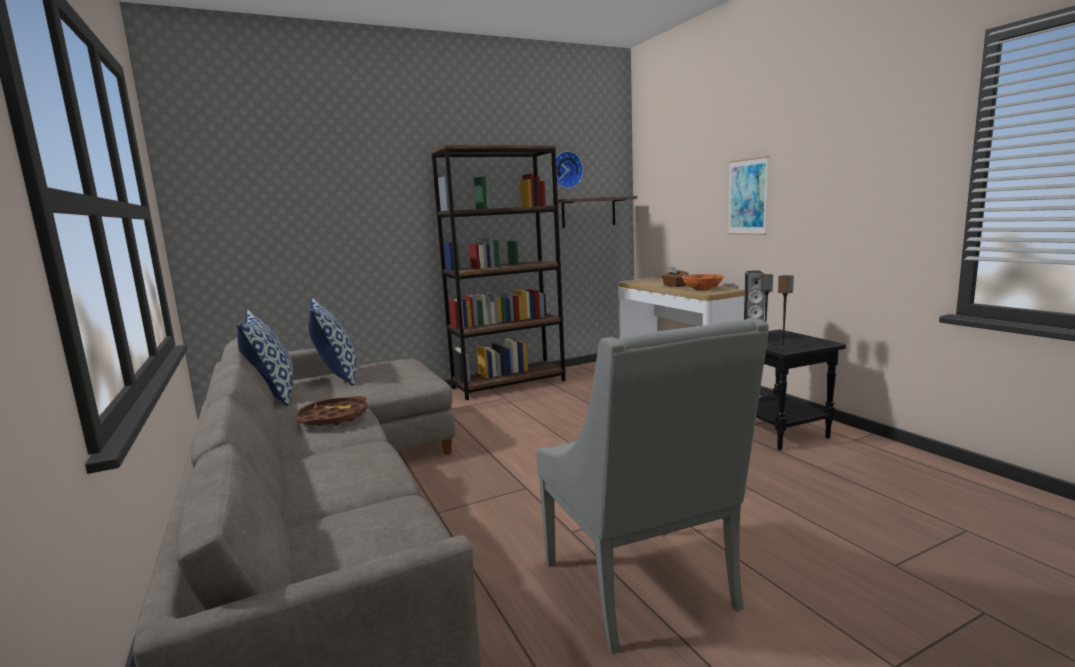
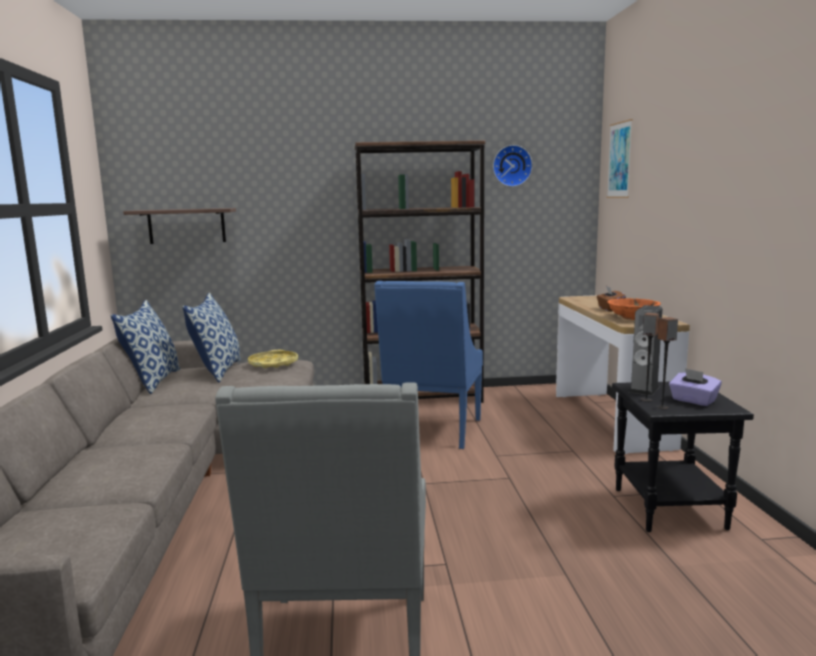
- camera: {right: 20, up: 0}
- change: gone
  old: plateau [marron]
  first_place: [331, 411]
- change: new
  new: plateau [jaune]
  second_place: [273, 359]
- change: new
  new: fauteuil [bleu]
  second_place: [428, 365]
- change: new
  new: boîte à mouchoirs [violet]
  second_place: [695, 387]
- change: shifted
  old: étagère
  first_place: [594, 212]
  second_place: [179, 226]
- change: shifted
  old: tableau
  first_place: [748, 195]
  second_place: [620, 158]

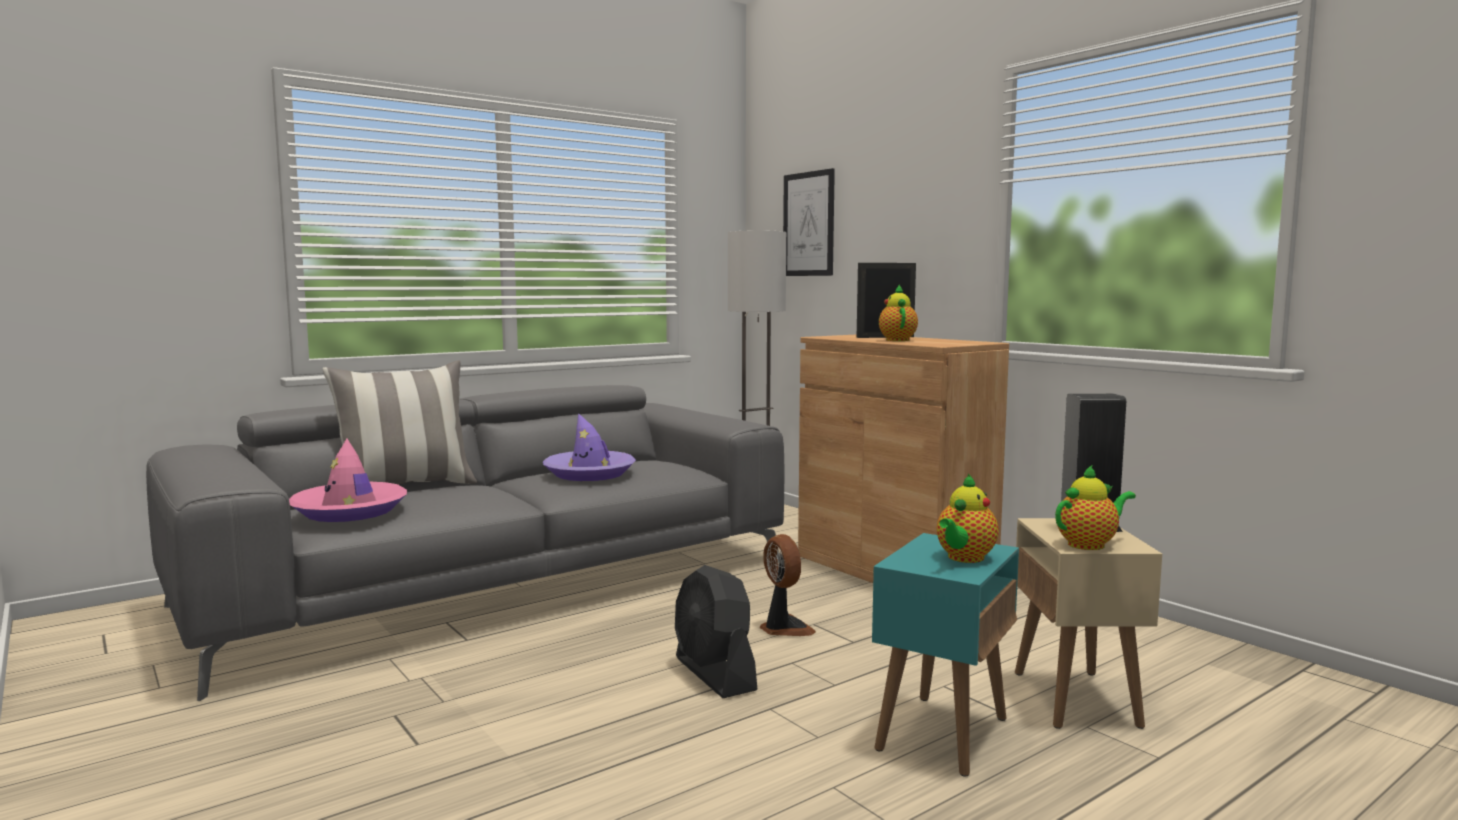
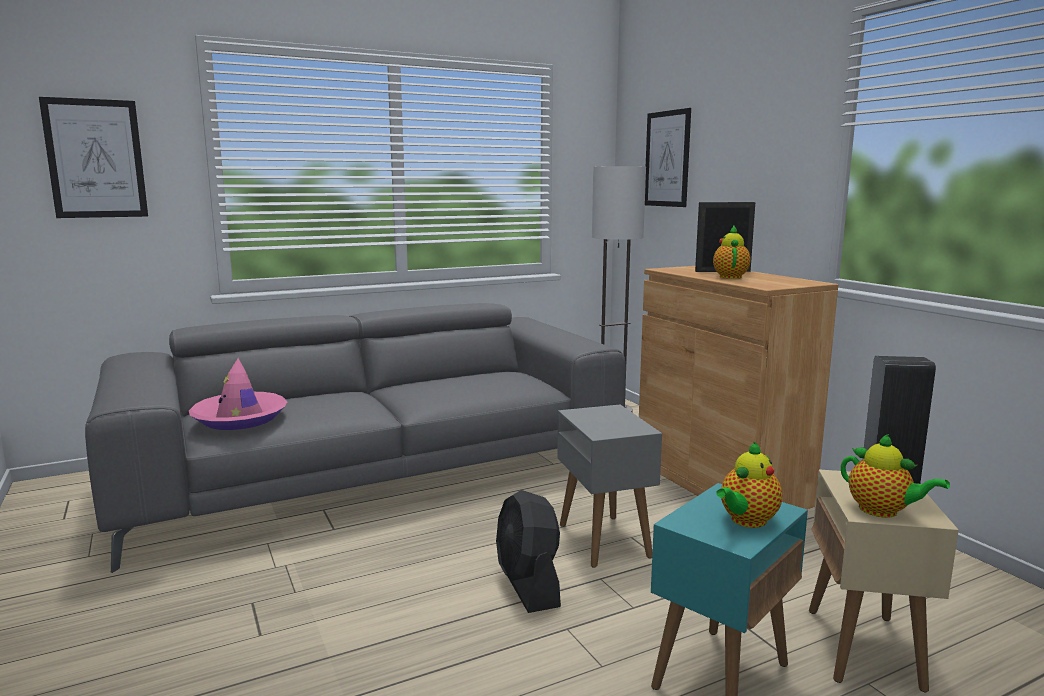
- camera: {right: 10, up: 5}
- change: gone
  old: coussin
  first_place: [400, 422]
- change: gone
  old: chapeau [violet]
  first_place: [589, 447]
- change: new
  new: tableau
  second_place: [93, 157]
- change: swapped
  old: ventilateur
  new: table d'appoint [gris]
  first_place: [788, 585]
  second_place: [609, 486]
- change: rotated
  old: théière
  first_place: [1095, 507]
  second_place: [895, 476]
  degrees: 60

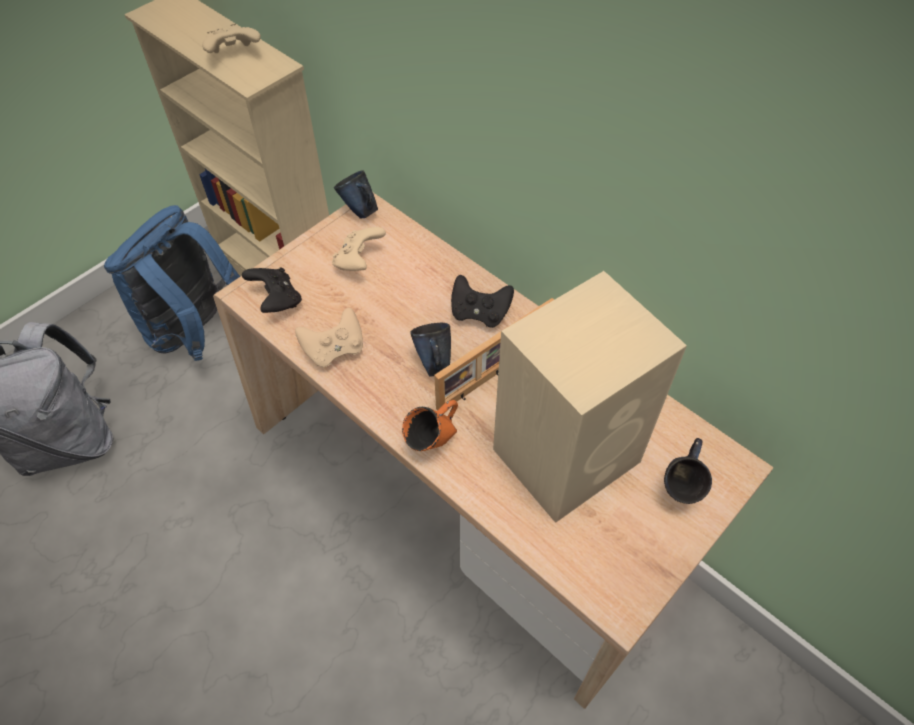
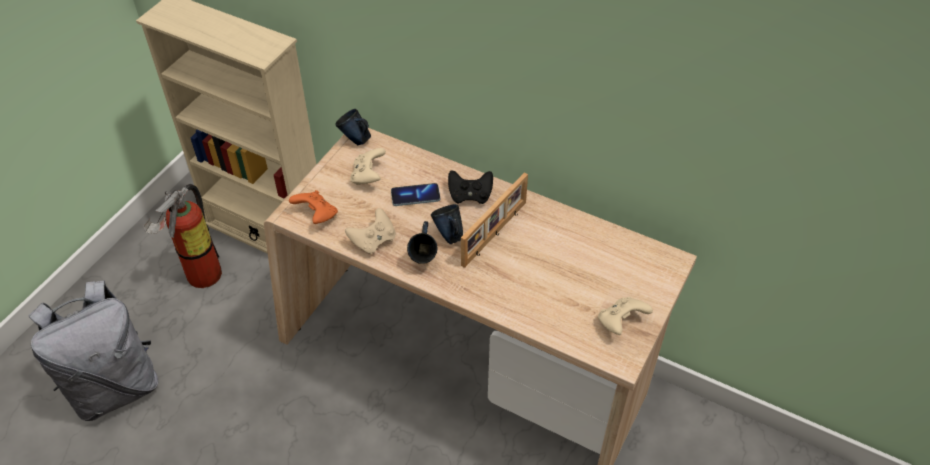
- camera: {right: -15, up: -5}
- change: gone
  old: mug [orange]
  first_place: [430, 425]
- change: gone
  old: enceinte [beige]
  first_place: [590, 397]
- change: new
  new: téléphone
  second_place: [415, 194]
- change: shifted
  old: manette [beige]
  first_place: [231, 38]
  second_place: [625, 316]
- change: shifted
  old: mug [bleu]
  first_place: [688, 471]
  second_place: [422, 242]
- change: swapped
  old: sac à dos [bleu]
  new: extincteur
  first_place: [172, 283]
  second_place: [182, 236]
- change: repainted
  old: manette [noir]
  new: manette [orange]
  first_place: [272, 290]
  second_place: [313, 207]

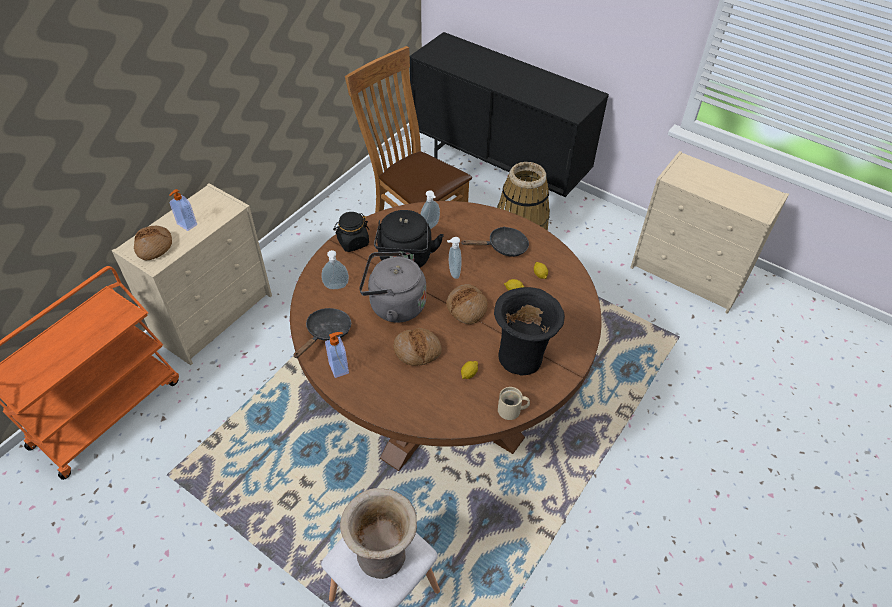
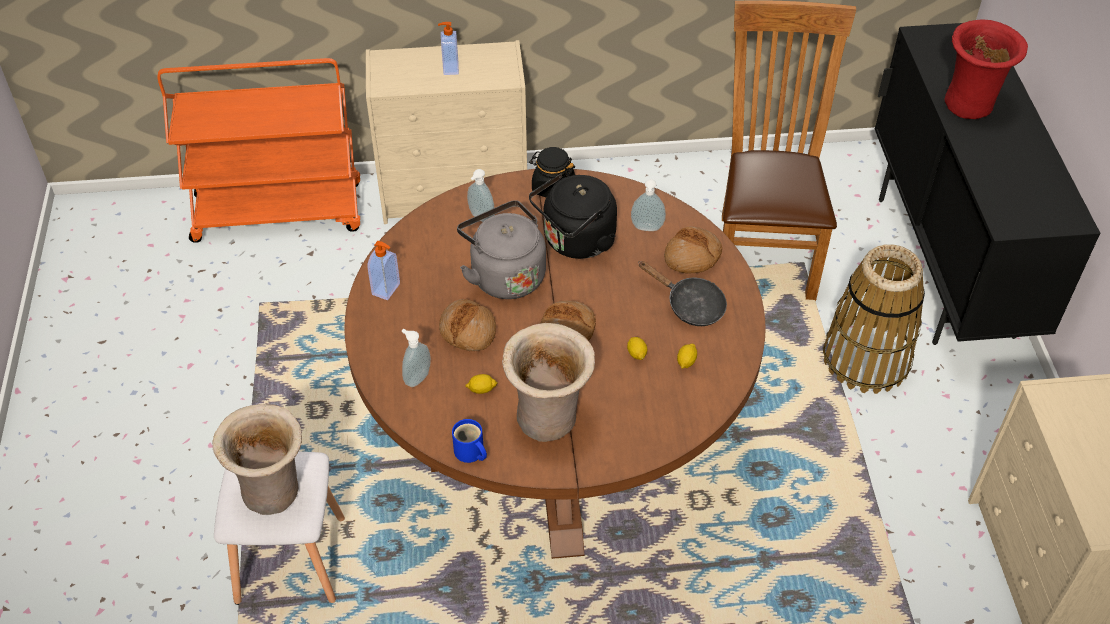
- camera: {right: 50, up: 0}
- change: gone
  old: poêle [noir]
  first_place: [322, 333]
- change: new
  new: vase [rouge]
  second_place: [986, 69]
- change: shifted
  old: pain
  first_place: [153, 243]
  second_place: [693, 250]
- change: shifted
  old: distributeur de savon
  first_place: [454, 258]
  second_place: [416, 358]
- change: repainted
  old: vase [noir]
  new: vase [beige]
  first_place: [529, 331]
  second_place: [548, 382]
- change: repainted
  old: mug [beige]
  new: mug [bleu]
  first_place: [514, 403]
  second_place: [469, 441]

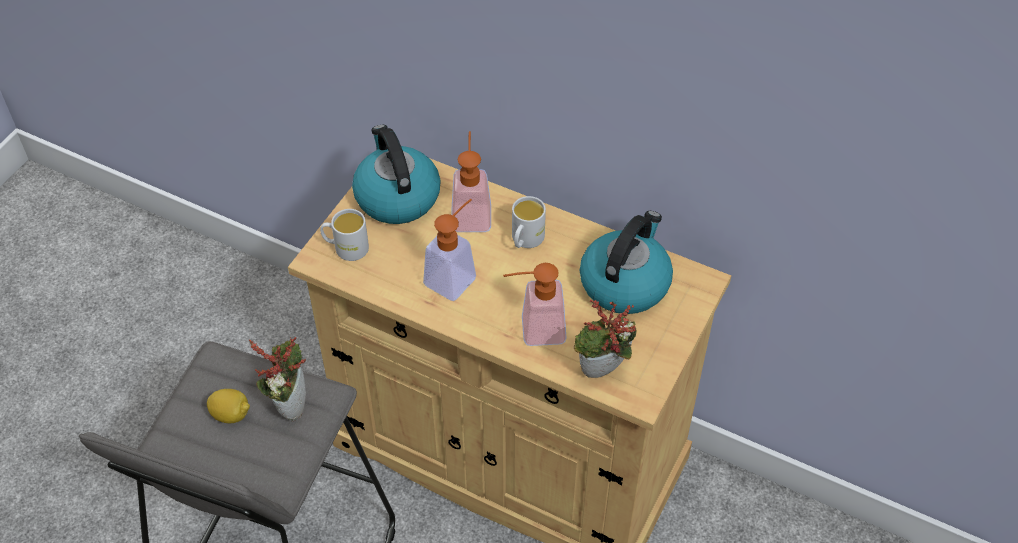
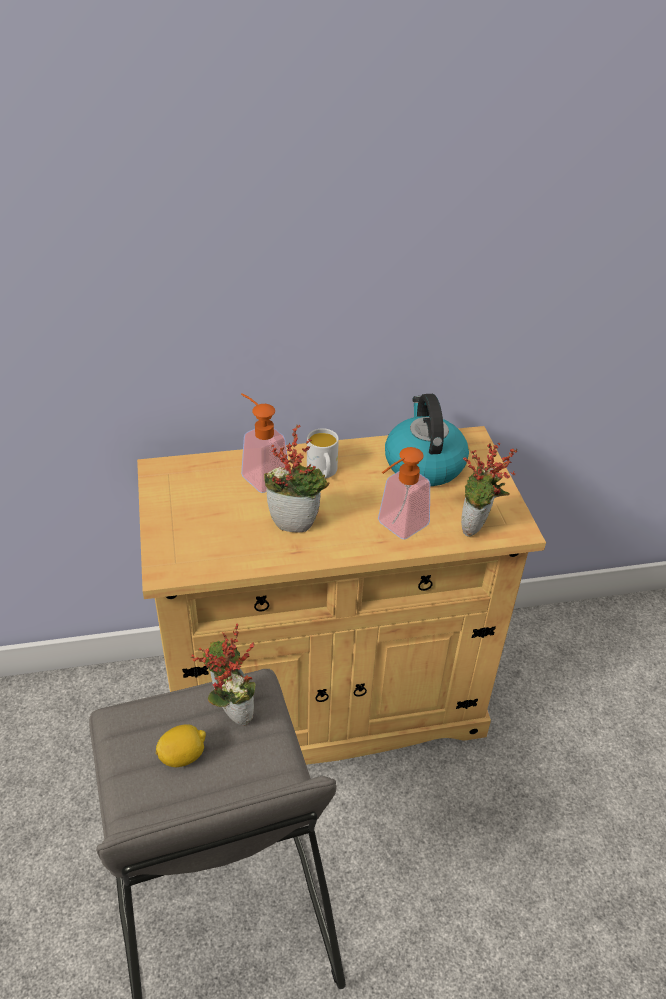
- camera: {right: -40, up: -10}
- change: gone
  old: mug [blanc]
  first_place: [344, 235]
- change: gone
  old: bouilloire
  first_place: [396, 174]
- change: swapped
  old: distributeur de savon
  new: plante en pot
  first_place: [449, 250]
  second_place: [296, 479]

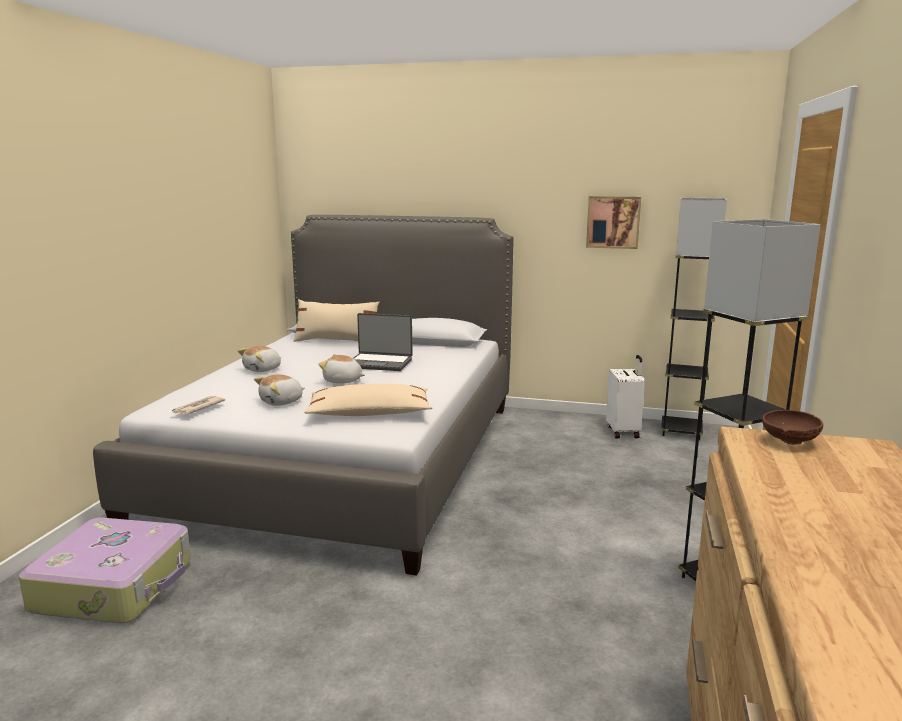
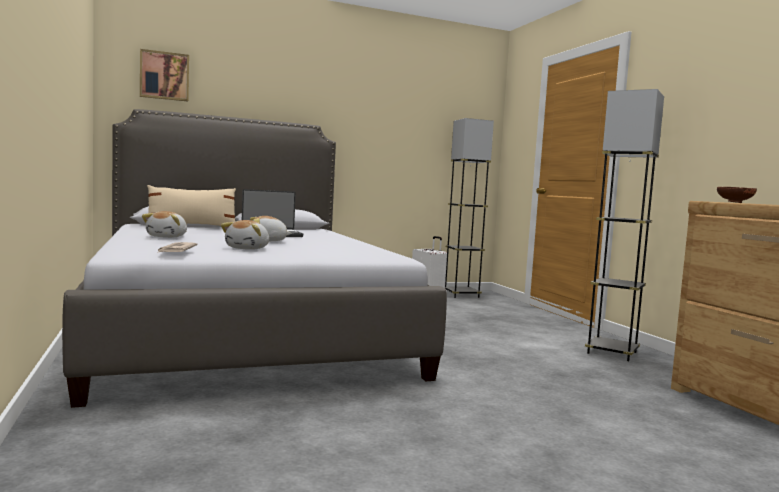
- camera: {right: -35, up: -10}
- change: gone
  old: valise
  first_place: [105, 570]
- change: gone
  old: coussin [beige]
  first_place: [368, 400]
- change: shifted
  old: tableau
  first_place: [613, 222]
  second_place: [164, 75]

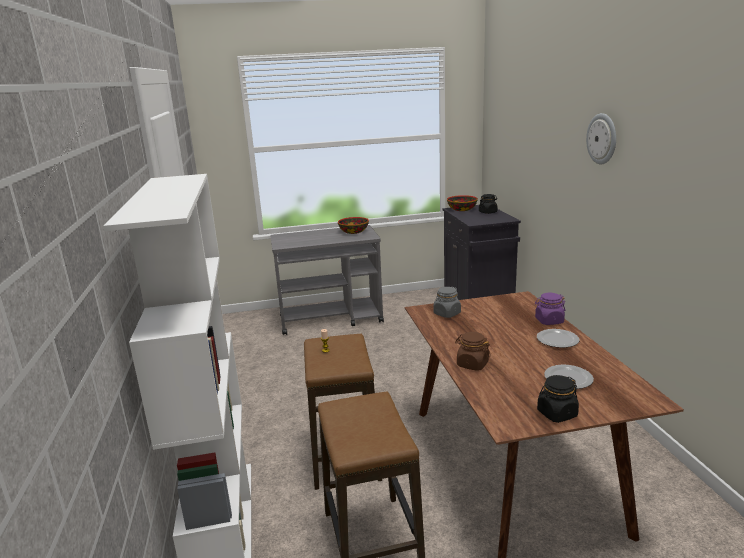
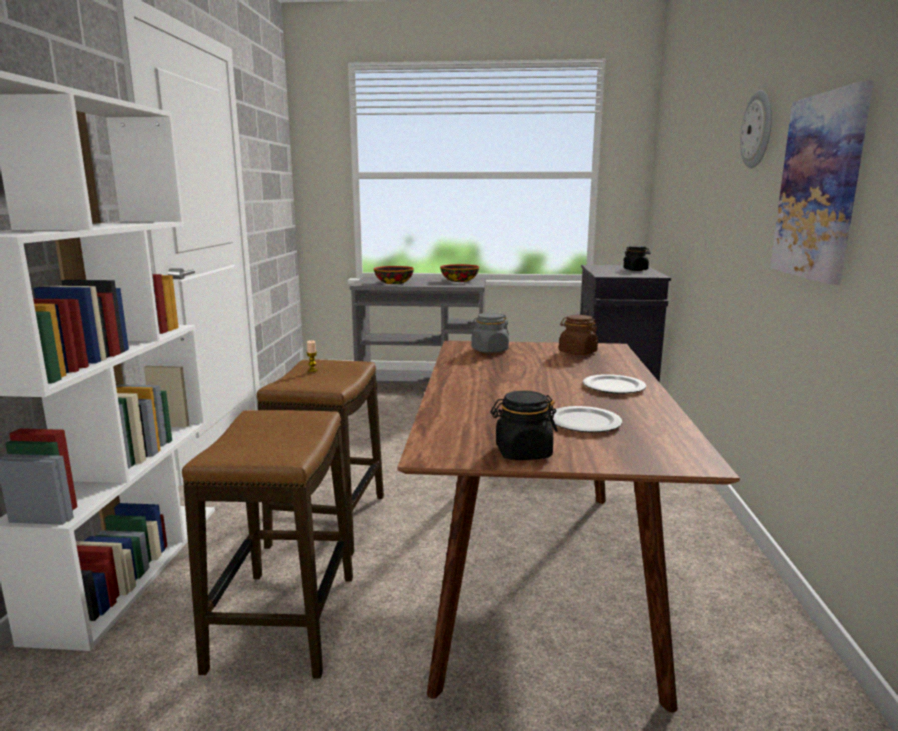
- camera: {right: 15, up: -5}
- change: gone
  old: bocal [violet]
  first_place: [550, 309]
- change: new
  new: tableau
  second_place: [822, 183]
- change: shifted
  old: bol
  first_place: [462, 203]
  second_place: [394, 275]
- change: shifted
  old: bocal [marron]
  first_place: [473, 351]
  second_place: [578, 335]

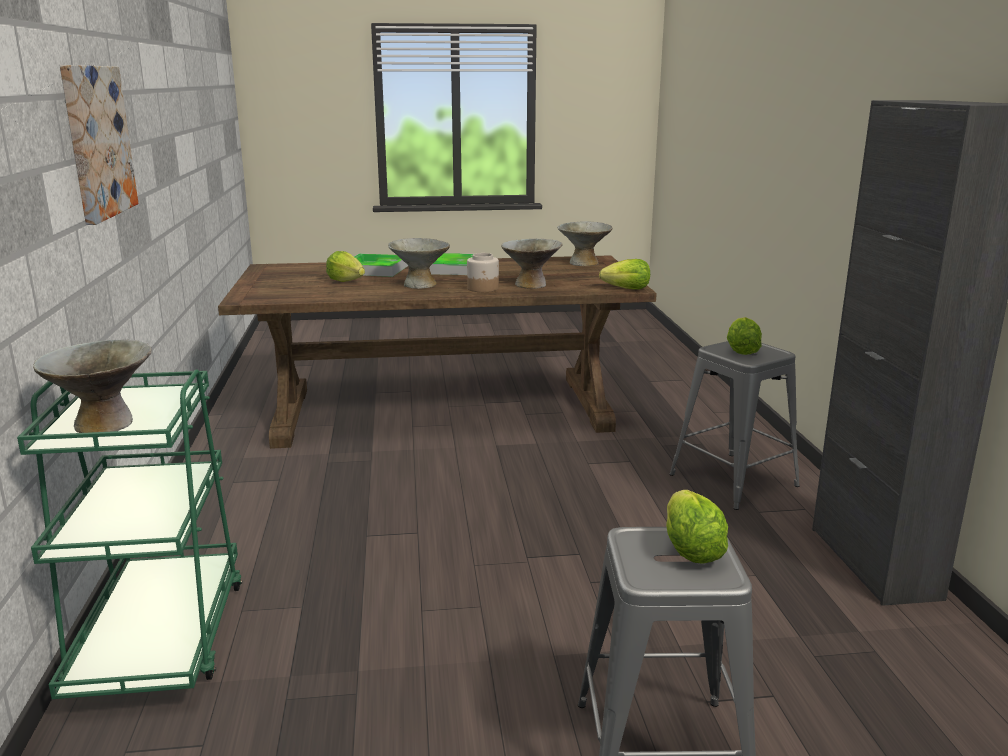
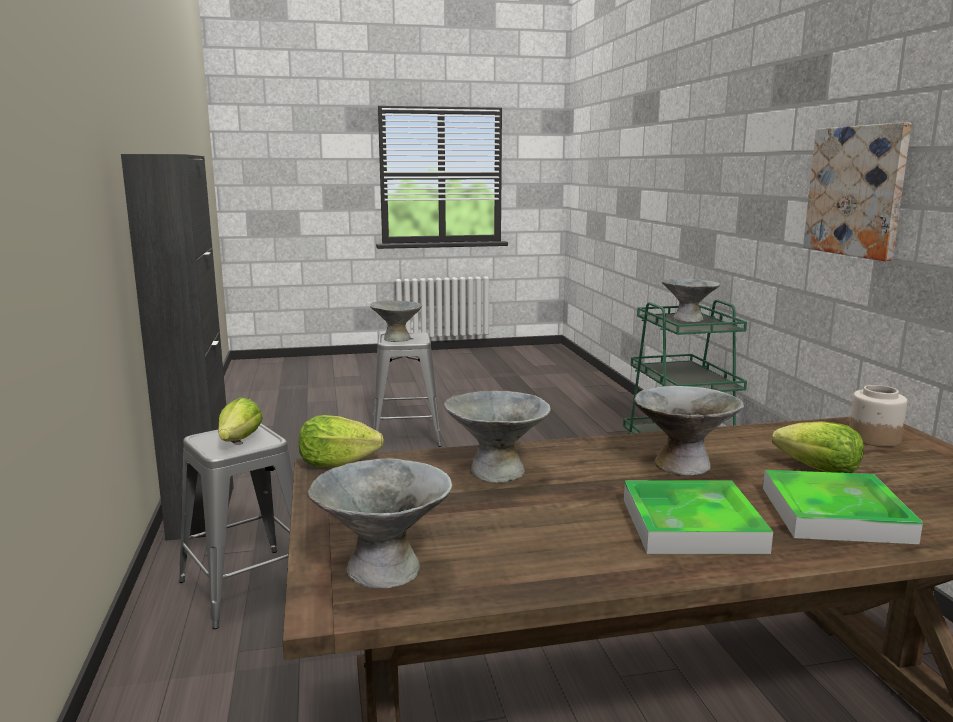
- camera: {right: 175, up: -5}
- change: shifted
  old: bocal
  first_place: [483, 272]
  second_place: [878, 416]
- change: swapped
  old: laitue
  new: bol [gris]
  first_place: [697, 527]
  second_place: [396, 321]

